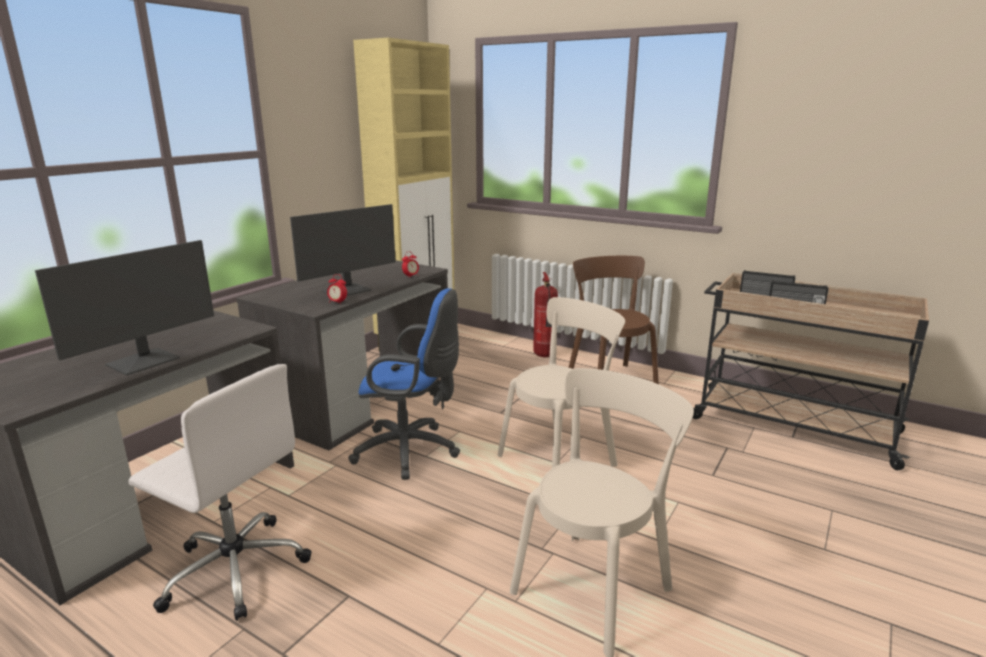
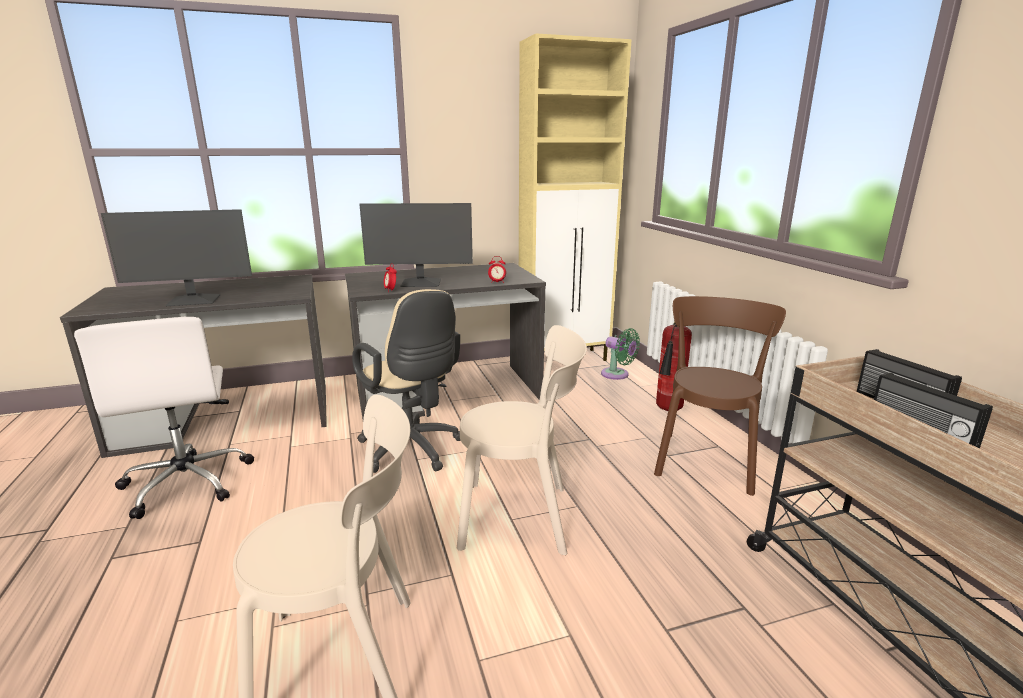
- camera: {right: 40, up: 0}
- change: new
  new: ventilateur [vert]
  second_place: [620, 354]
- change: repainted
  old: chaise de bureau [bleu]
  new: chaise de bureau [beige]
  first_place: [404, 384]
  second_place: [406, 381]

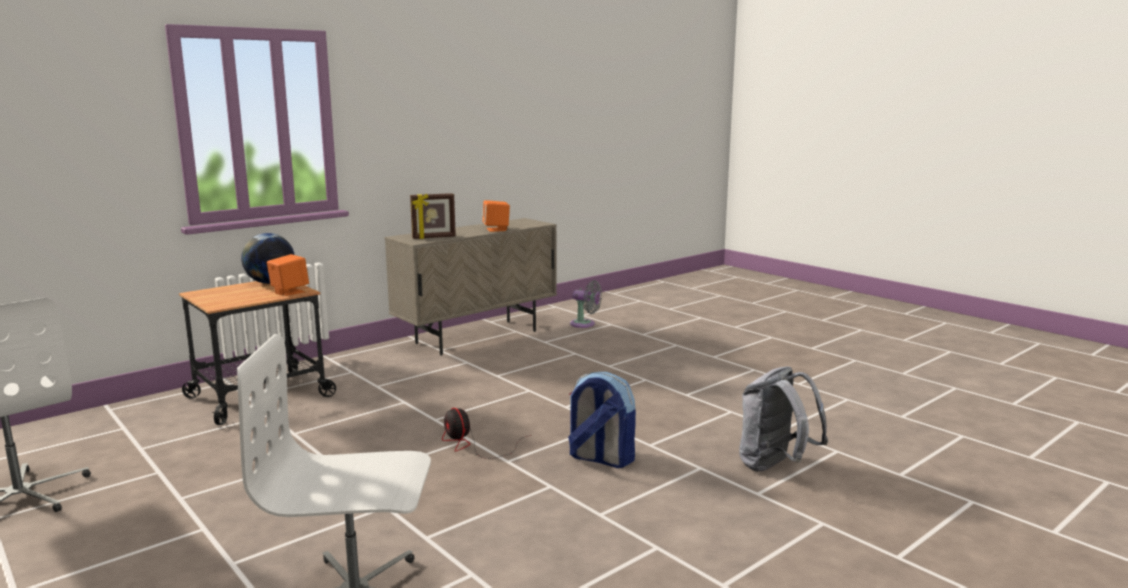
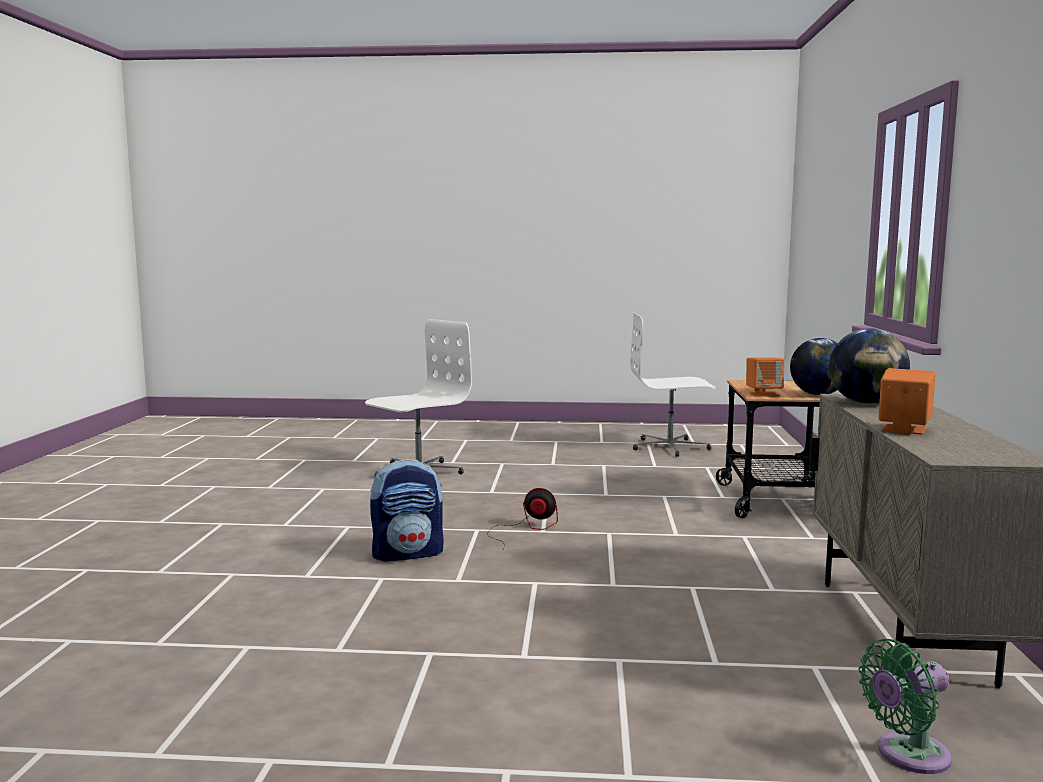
- camera: {right: 135, up: -5}
- change: gone
  old: sac à dos [gris]
  first_place: [783, 418]
- change: swapped
  old: cadre photo
  new: globe
  first_place: [433, 216]
  second_place: [869, 366]
- change: repainted
  old: ventilateur [gris]
  new: ventilateur [vert]
  first_place: [586, 304]
  second_place: [905, 706]

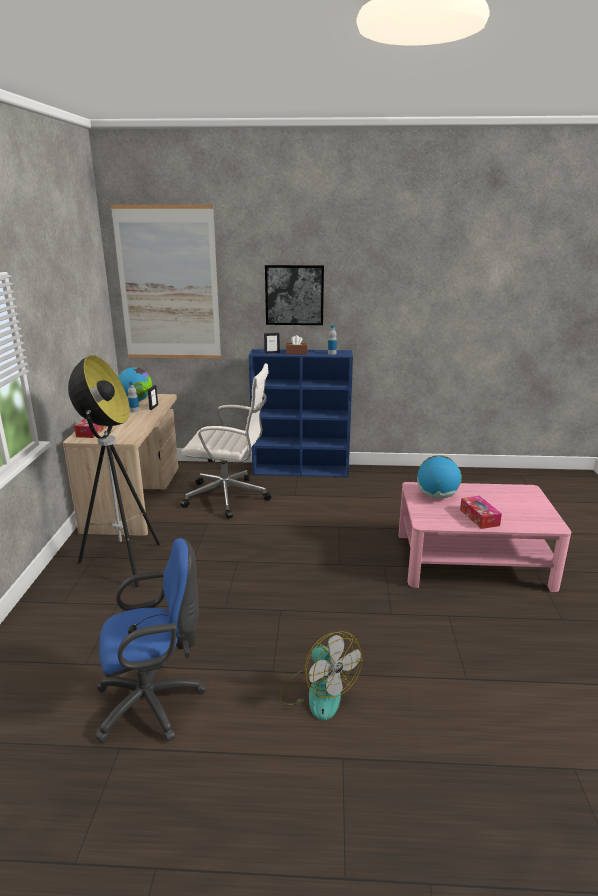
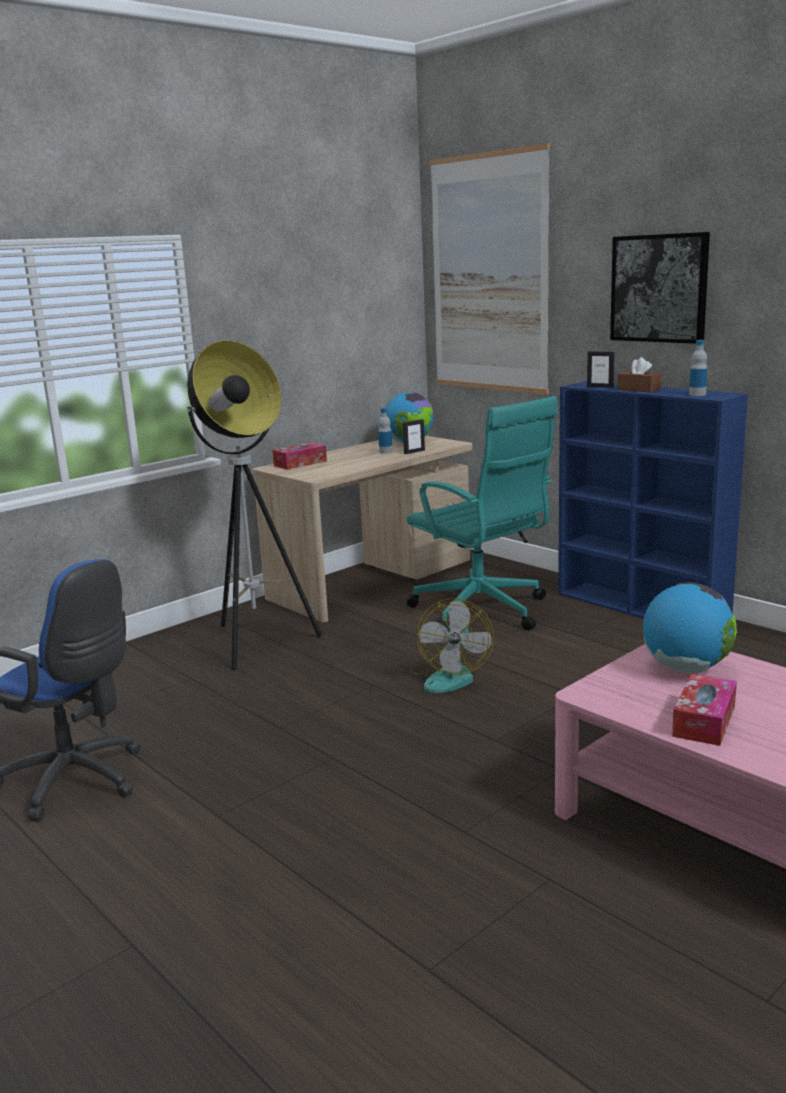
- camera: {right: 45, up: -5}
- change: shifted
  old: ventilateur
  first_place: [320, 676]
  second_place: [451, 645]
- change: repainted
  old: chaise de bureau [blanc]
  new: chaise de bureau [turquoise]
  first_place: [226, 441]
  second_place: [482, 513]

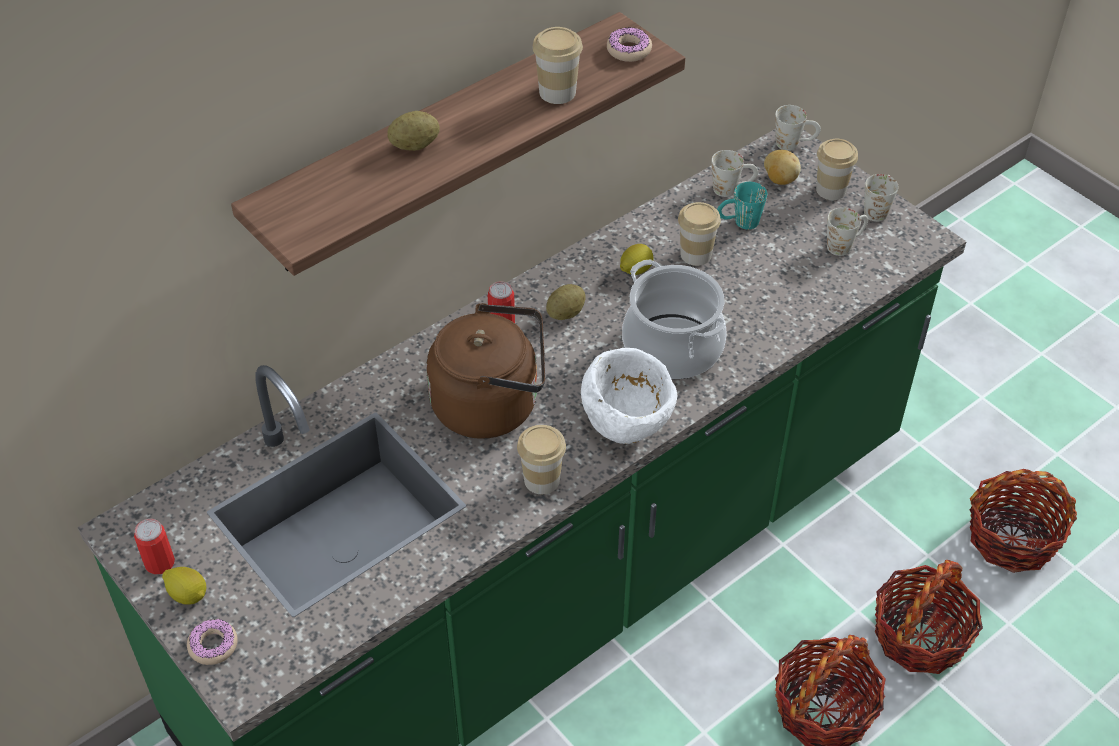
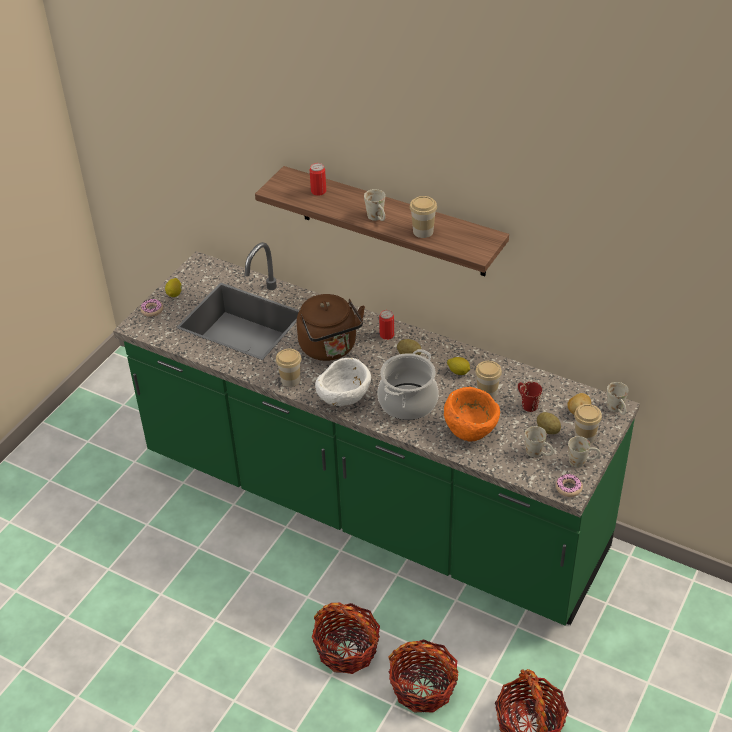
- camera: {right: 70, up: -5}
- change: new
  new: bol [orange]
  second_place: [472, 414]
- change: shifted
  old: boîte métallique
  first_place: [154, 546]
  second_place: [318, 179]
- change: shifted
  old: pomme de terre
  first_place: [413, 131]
  second_place: [549, 423]
- change: shifted
  old: beignet
  first_place: [629, 44]
  second_place: [569, 485]
- change: shifted
  old: mug [blanc]
  first_place: [734, 173]
  second_place: [374, 205]
- change: repainted
  old: mug [turquoise]
  new: mug [rouge]
  first_place: [742, 205]
  second_place: [530, 397]

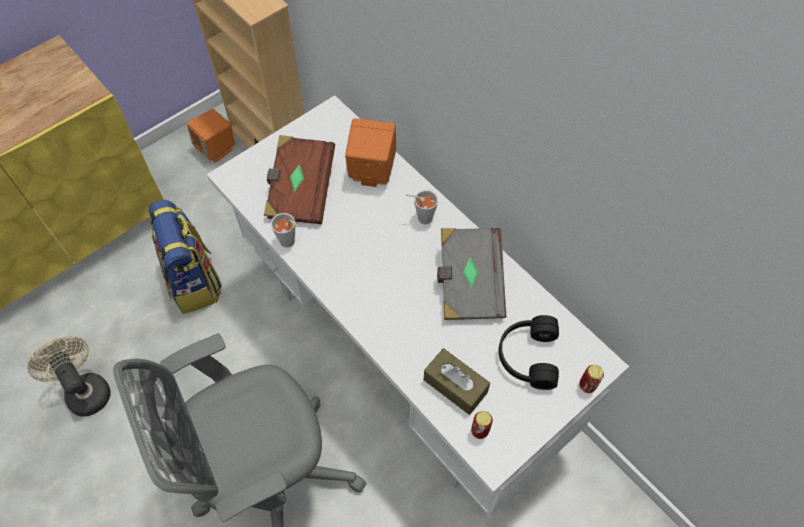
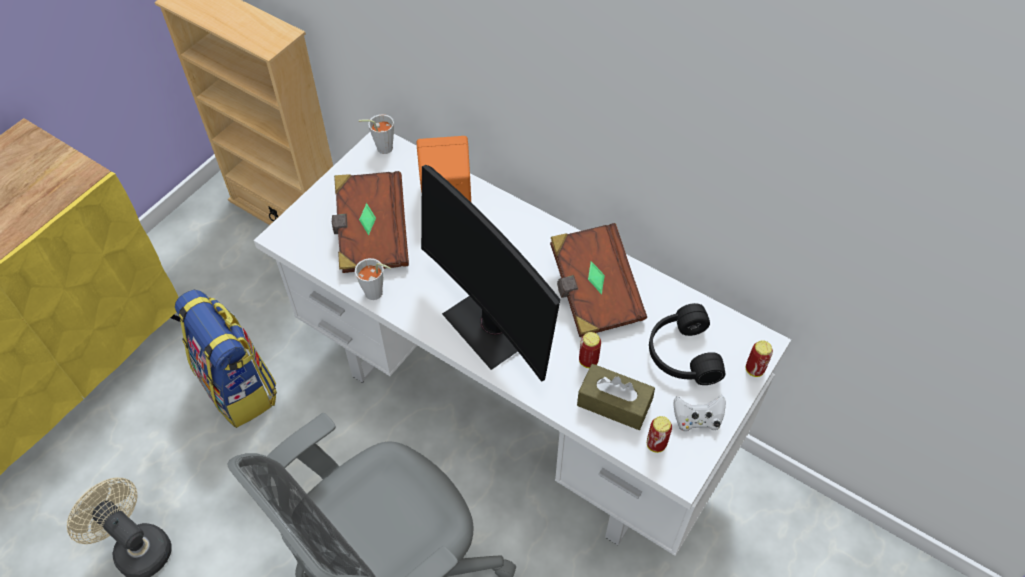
- camera: {right: -15, up: -5}
- change: gone
  old: enceinte [orange]
  first_place: [211, 135]
- change: new
  new: écran d'ordinateur
  second_place: [490, 273]
- change: new
  new: boîte métallique
  second_place: [590, 350]
- change: new
  new: manette [blanc]
  second_place: [699, 413]
- change: shifted
  old: tasse [gris]
  first_place: [422, 207]
  second_place: [376, 134]
- change: repainted
  old: livre [gris]
  new: livre [marron]
  first_place: [472, 274]
  second_place: [598, 280]

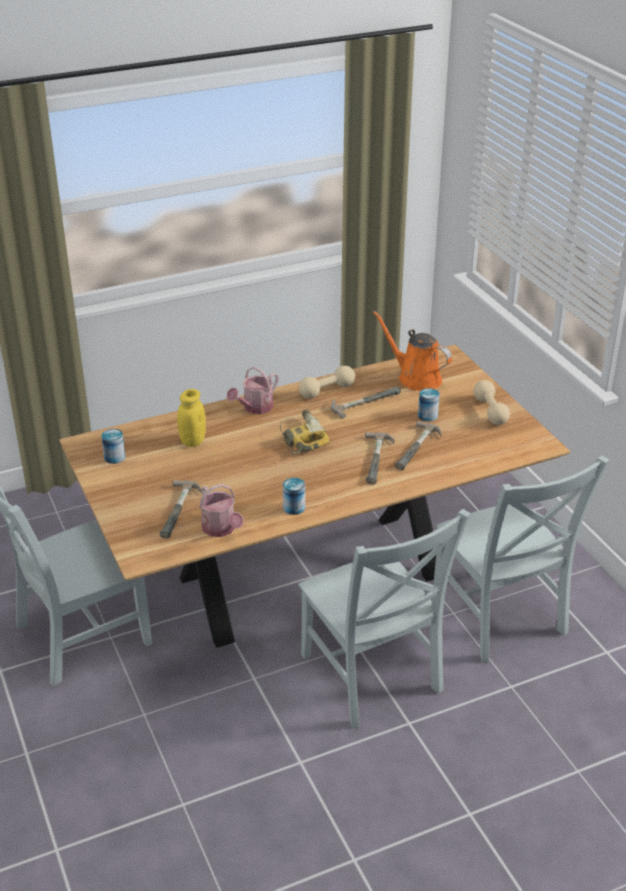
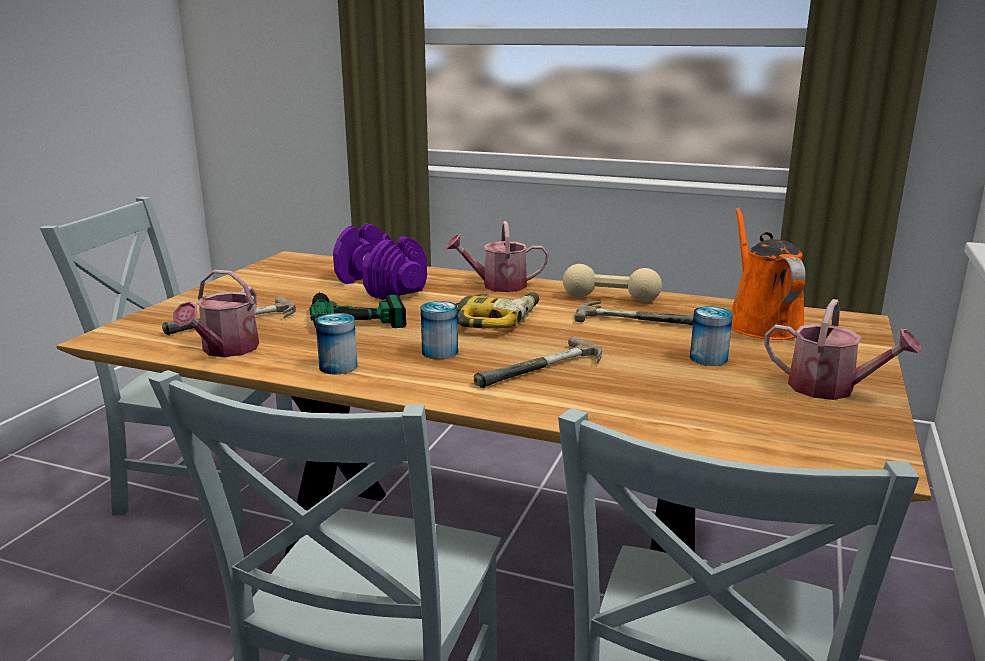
- camera: {right: 45, up: -15}
- change: gone
  old: marteau
  first_place: [418, 445]
- change: new
  new: perceuse
  second_place: [358, 310]
- change: shifted
  old: boîte métallique
  first_place: [113, 446]
  second_place: [439, 330]
- change: swapped
  old: bocal [jaune]
  new: haltère [violet]
  first_place: [191, 418]
  second_place: [380, 261]
- change: swapped
  old: haltère [beige]
  new: arrosoir
  first_place: [491, 402]
  second_place: [843, 349]

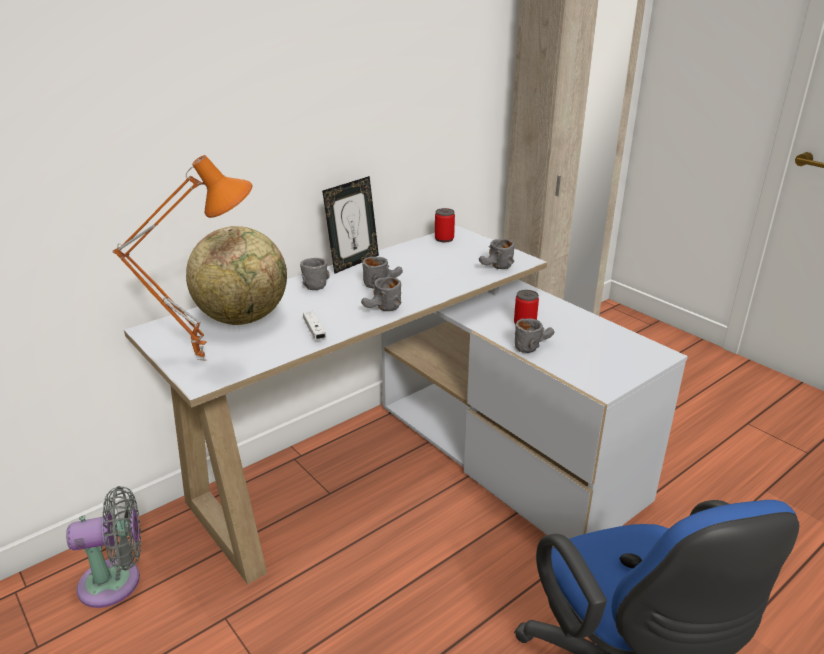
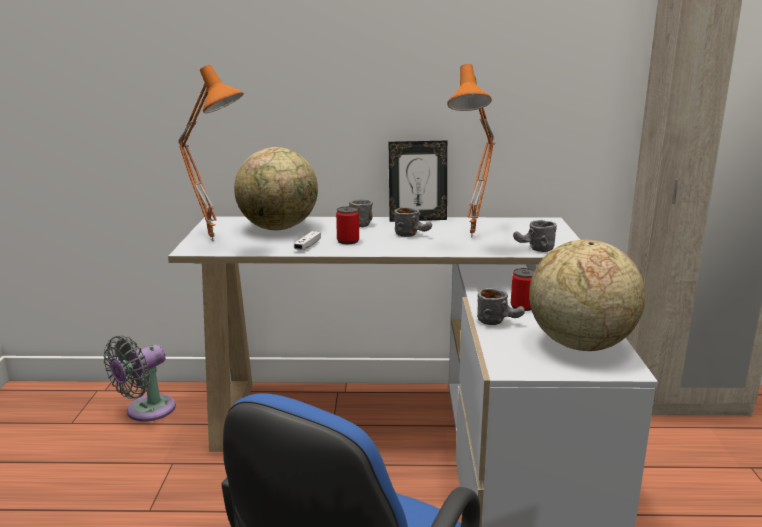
- camera: {right: 40, up: -10}
- change: gone
  old: mug [gris]
  first_place: [381, 294]
- change: new
  new: lampe de table [orange]
  second_place: [471, 151]
- change: new
  new: globe
  second_place: [587, 295]
- change: shifted
  old: boîte métallique
  first_place: [445, 225]
  second_place: [347, 225]
- change: rotated
  old: ventilateur [gris]
  first_place: [103, 547]
  second_place: [139, 378]
  degrees: 105

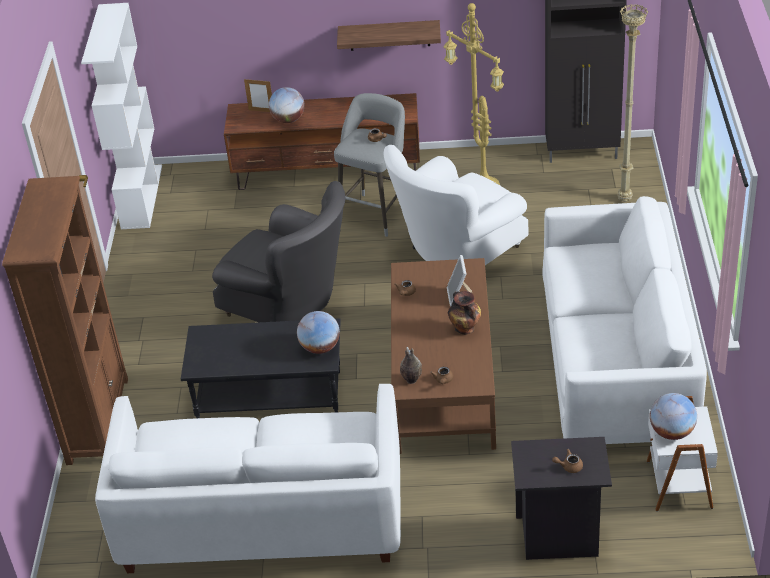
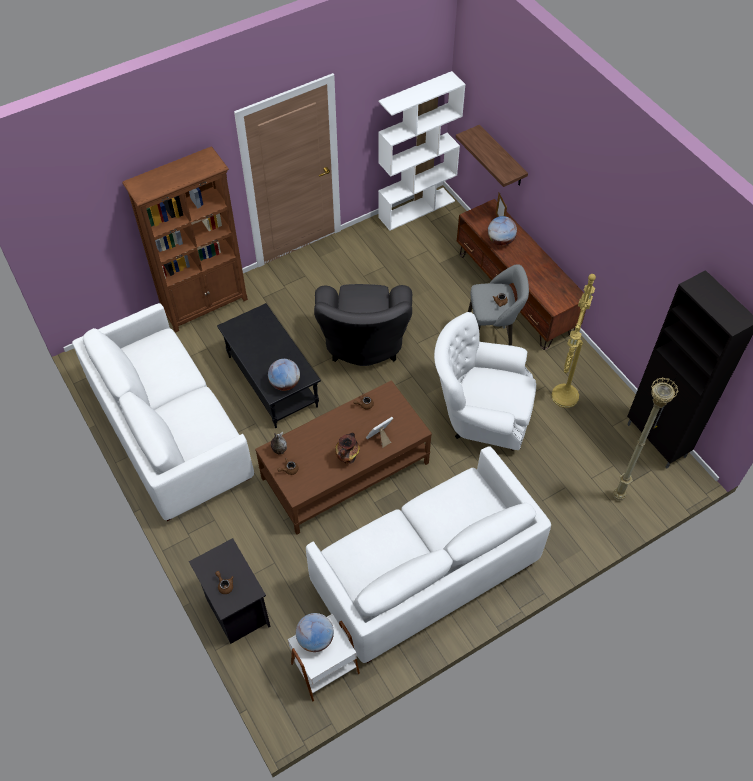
- camera: {right: 55, up: 15}
- change: shifted
  old: étagère
  first_place: [389, 35]
  second_place: [492, 156]

